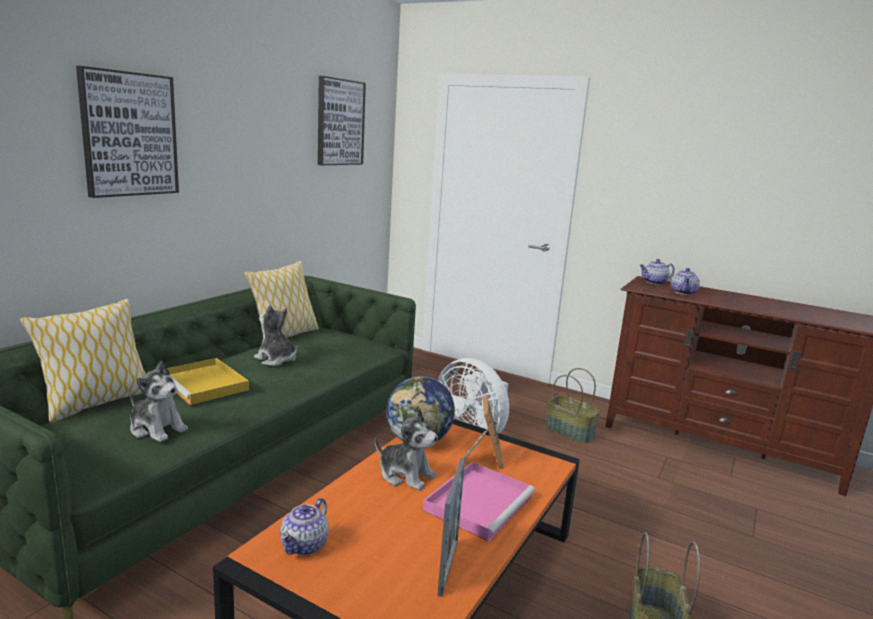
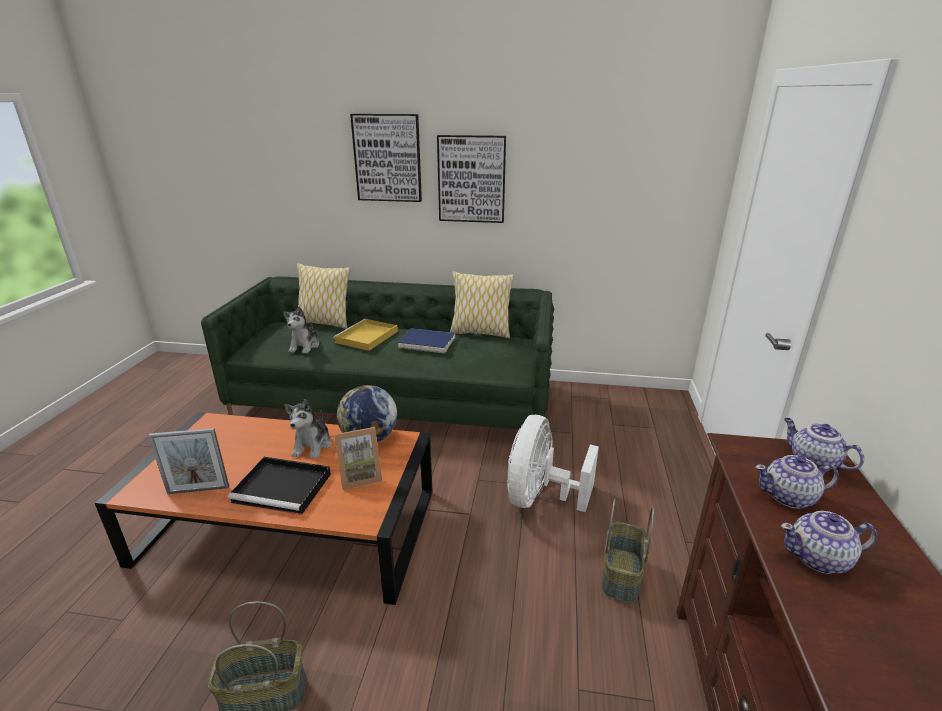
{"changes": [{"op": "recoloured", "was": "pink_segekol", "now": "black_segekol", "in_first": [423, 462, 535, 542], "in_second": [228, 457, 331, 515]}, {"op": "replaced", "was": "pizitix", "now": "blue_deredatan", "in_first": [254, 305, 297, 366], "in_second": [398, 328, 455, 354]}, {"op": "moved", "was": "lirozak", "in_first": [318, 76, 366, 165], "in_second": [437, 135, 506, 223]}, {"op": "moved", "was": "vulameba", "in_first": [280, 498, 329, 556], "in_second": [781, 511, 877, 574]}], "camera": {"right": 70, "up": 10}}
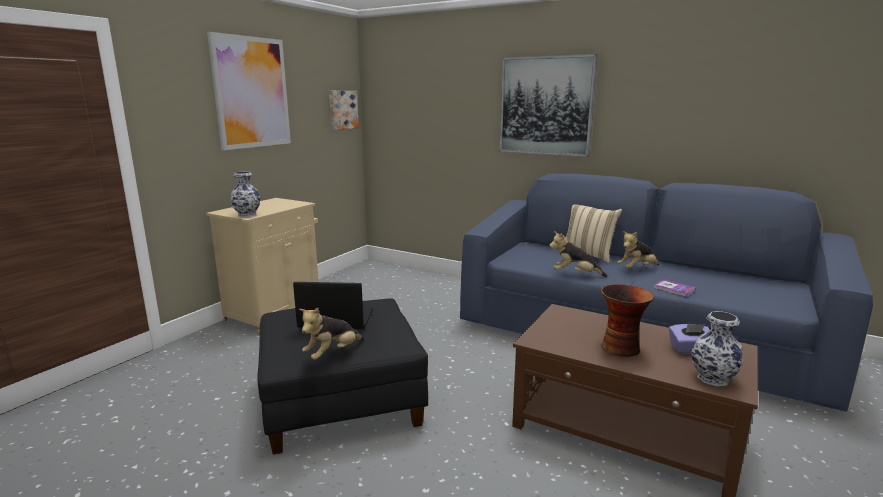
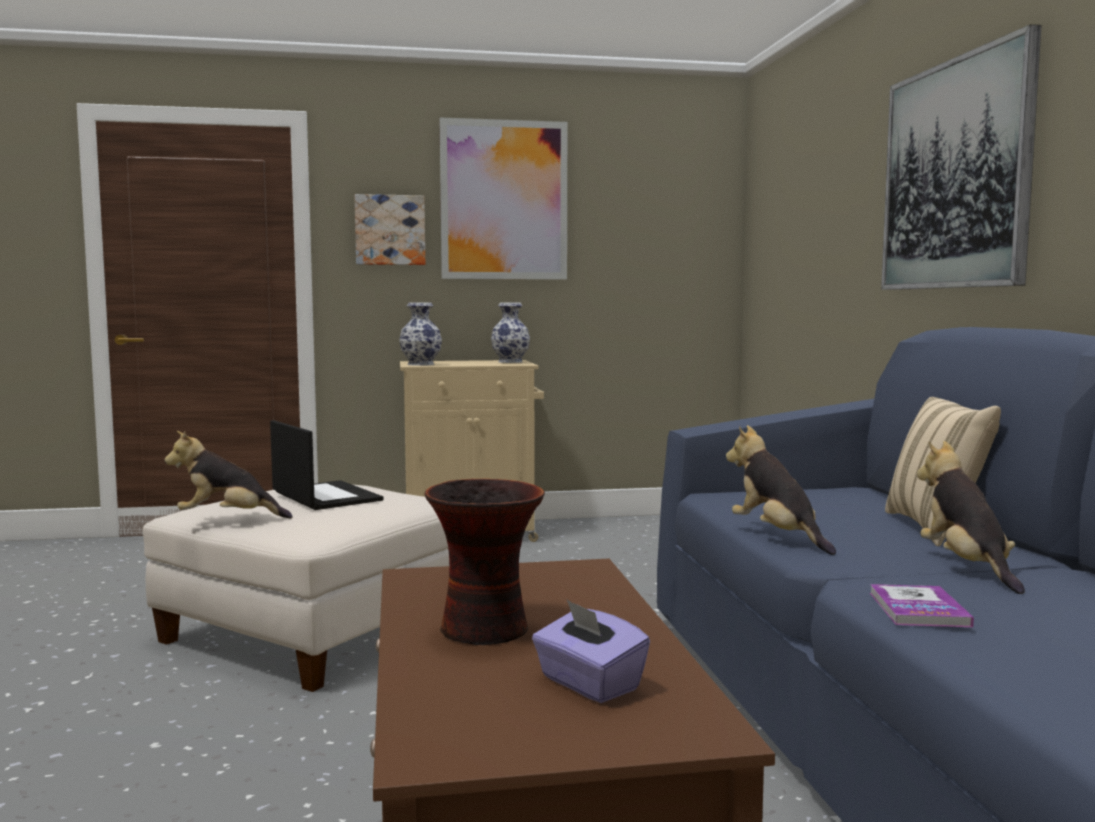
{"changes": [{"op": "recoloured", "was": "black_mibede", "now": "white_mibede", "in_first": [257, 298, 428, 455], "in_second": [143, 485, 449, 692]}, {"op": "moved", "was": "lirozak", "in_first": [329, 91, 359, 130], "in_second": [354, 194, 425, 265]}, {"op": "moved", "was": "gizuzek", "in_first": [691, 311, 743, 386], "in_second": [491, 303, 530, 363]}, {"op": "turned", "was": "pizitix", "in_first": [617, 231, 659, 268], "in_second": [917, 441, 1025, 594], "clockwise": 60}], "camera": {"right": 50, "up": -10}}
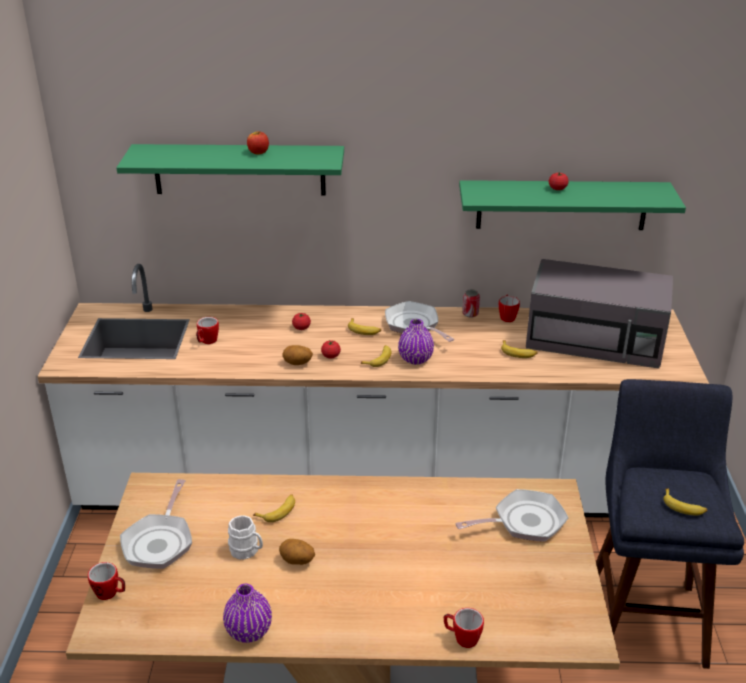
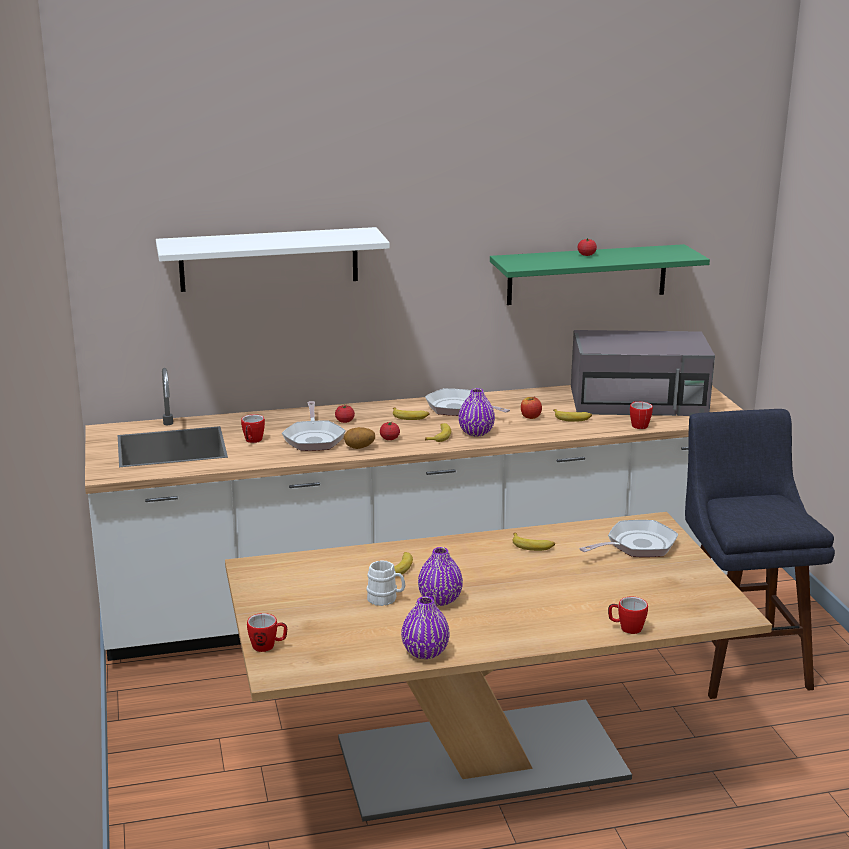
{"changes": [{"op": "recoloured", "was": "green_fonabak", "now": "white_fonabak", "in_first": [116, 144, 344, 196], "in_second": [156, 227, 390, 292]}, {"op": "moved", "was": "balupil", "in_first": [120, 479, 192, 569], "in_second": [282, 401, 346, 451]}, {"op": "replaced", "was": "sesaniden", "now": "purple_gizuzek", "in_first": [279, 539, 315, 565], "in_second": [418, 547, 463, 606]}, {"op": "moved", "was": "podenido", "in_first": [663, 488, 708, 515], "in_second": [512, 533, 555, 551]}, {"op": "moved", "was": "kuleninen", "in_first": [247, 131, 269, 154], "in_second": [521, 397, 542, 419]}, {"op": "moved", "was": "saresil", "in_first": [499, 295, 520, 322], "in_second": [630, 401, 653, 429]}, {"op": "removed", "was": "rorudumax", "in_first": [462, 289, 480, 318]}], "camera": {"right": -15, "up": -10}}
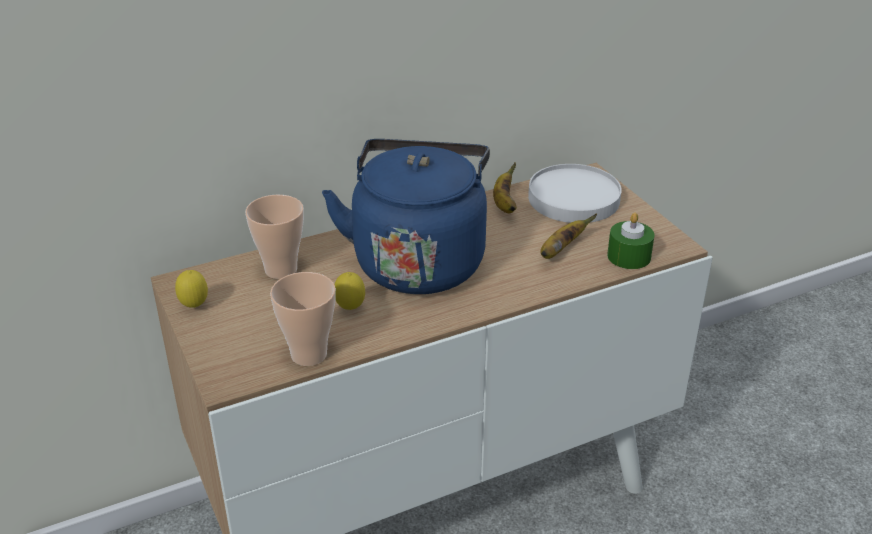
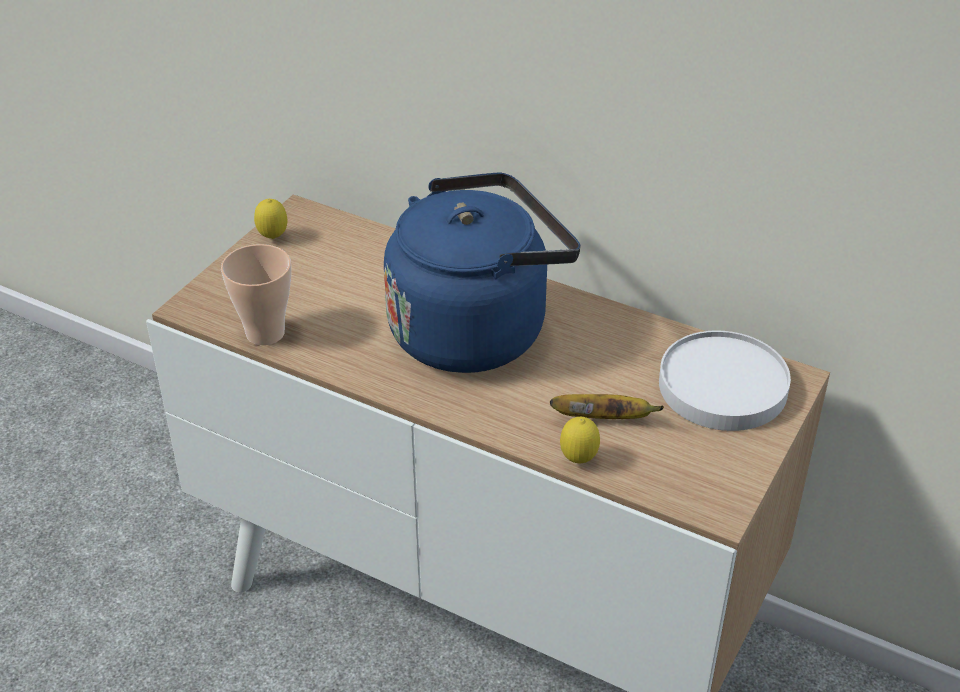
{"changes": [{"op": "moved", "was": "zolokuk", "in_first": [335, 272, 365, 310], "in_second": [560, 417, 600, 463]}, {"op": "removed", "was": "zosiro", "in_first": [245, 195, 304, 279]}, {"op": "removed", "was": "podenido", "in_first": [493, 162, 517, 214]}, {"op": "removed", "was": "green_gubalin", "in_first": [607, 213, 655, 269]}], "camera": {"right": 55, "up": 5}}
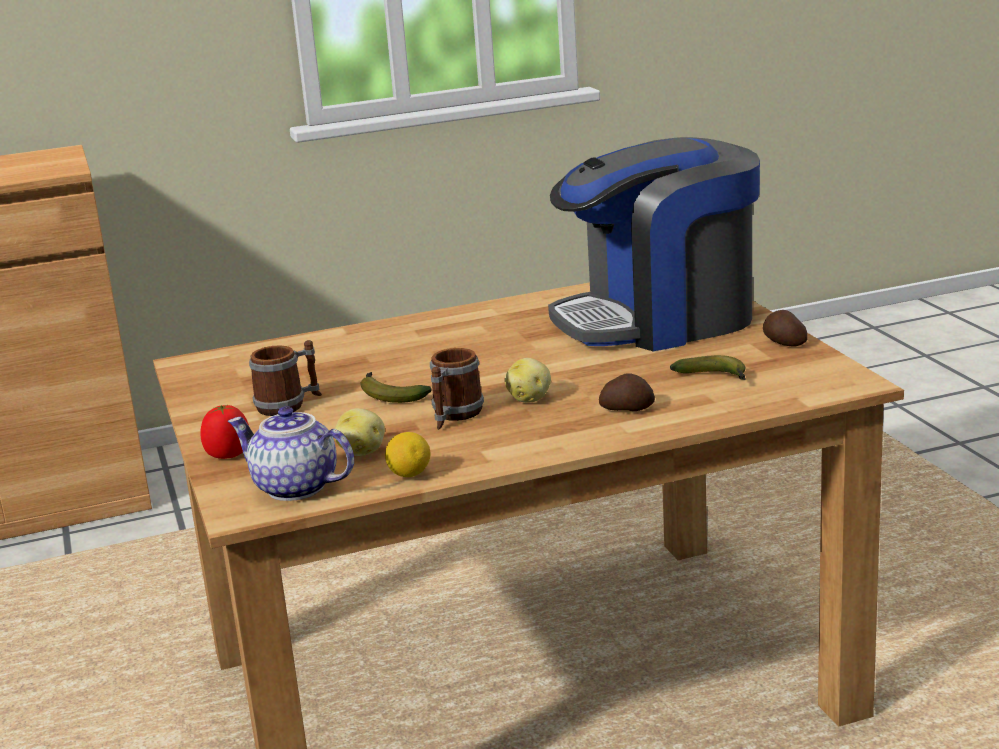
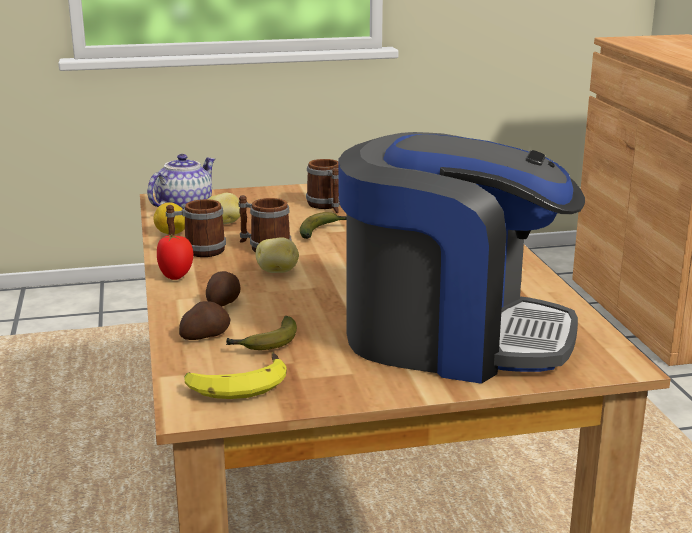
{"changes": [{"op": "moved", "was": "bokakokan", "in_first": [200, 405, 249, 459], "in_second": [157, 234, 194, 280]}, {"op": "added", "now": "saresil", "in_second": [166, 199, 226, 257]}, {"op": "moved", "was": "sesaniden", "in_first": [763, 310, 808, 346], "in_second": [179, 301, 231, 340]}, {"op": "added", "now": "podenido", "in_second": [185, 352, 287, 399]}, {"op": "turned", "was": "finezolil", "in_first": [548, 137, 760, 351], "in_second": [338, 132, 585, 384], "clockwise": 120}], "camera": {"right": 95, "up": 0}}
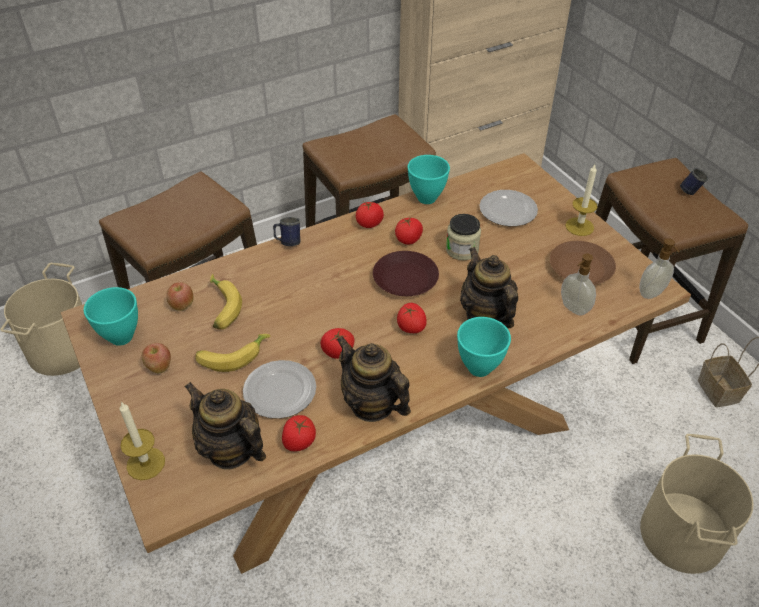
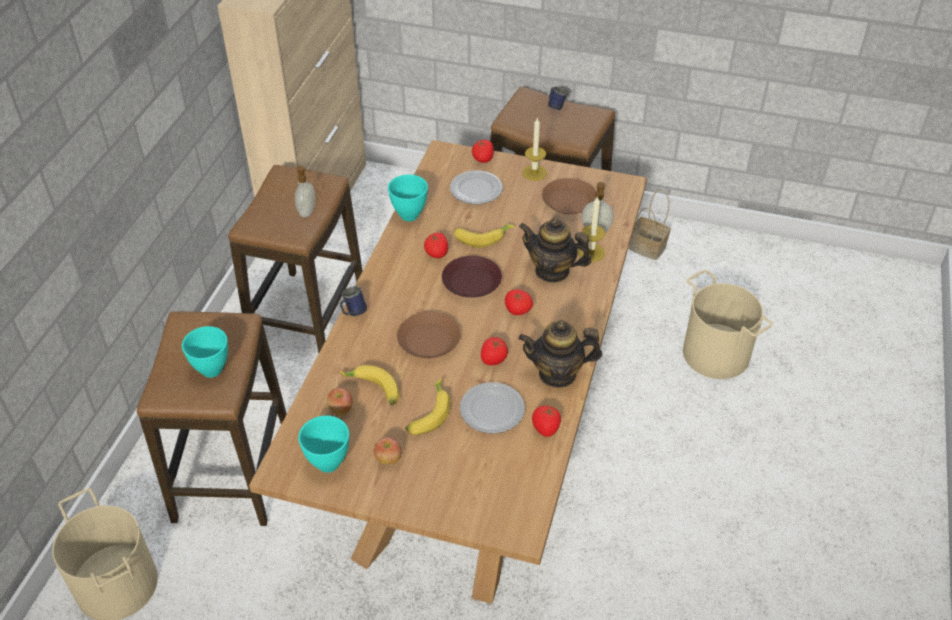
{"changes": [{"op": "moved", "was": "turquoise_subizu", "in_first": [457, 317, 511, 377], "in_second": [182, 326, 228, 378]}, {"op": "moved", "was": "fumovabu", "in_first": [639, 238, 680, 299], "in_second": [295, 166, 315, 217]}, {"op": "added", "now": "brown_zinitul", "in_second": [397, 312, 461, 359]}, {"op": "replaced", "was": "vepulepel", "now": "podenido", "in_first": [446, 214, 481, 260], "in_second": [454, 224, 514, 248]}, {"op": "moved", "was": "bokakokan", "in_first": [356, 202, 384, 228], "in_second": [472, 140, 494, 163]}, {"op": "moved", "was": "gubalin", "in_first": [119, 401, 165, 480], "in_second": [578, 196, 605, 262]}, {"op": "removed", "was": "vulameba", "in_first": [185, 382, 266, 470]}], "camera": {"right": -45, "up": 0}}
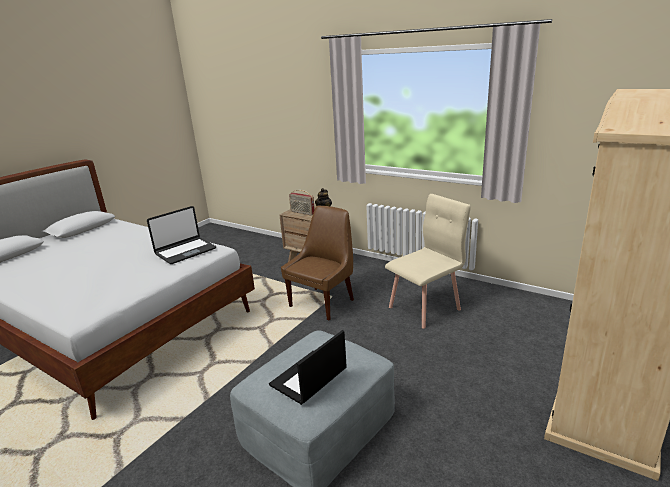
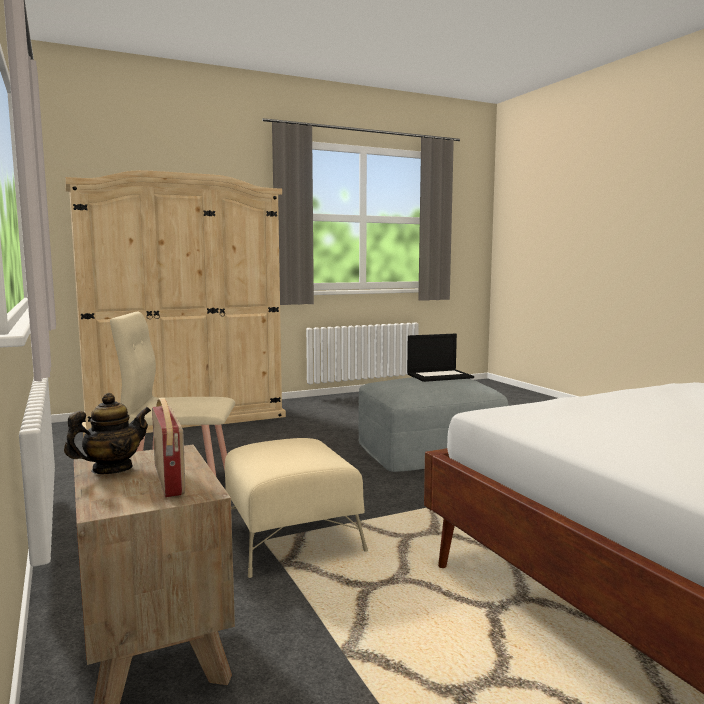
{"changes": [{"op": "replaced", "was": "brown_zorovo", "now": "beige_mibede", "in_first": [281, 206, 354, 320], "in_second": [225, 438, 368, 578]}, {"op": "removed", "was": "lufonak", "in_first": [147, 206, 216, 264]}], "camera": {"right": -150, "up": -15}}
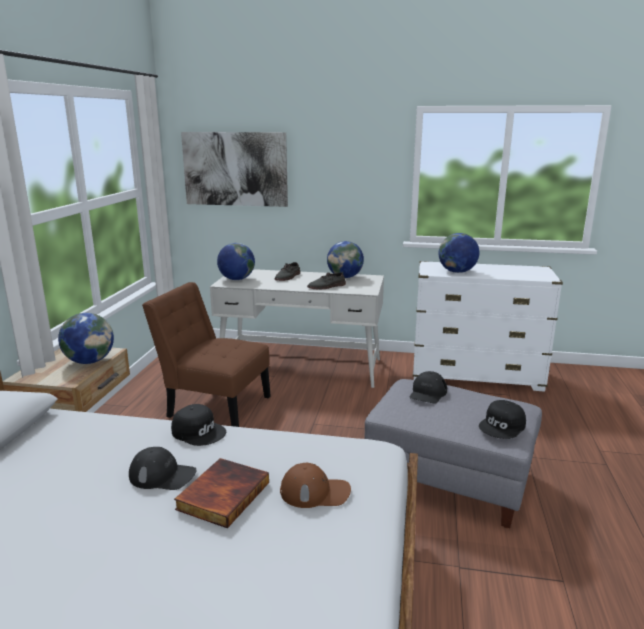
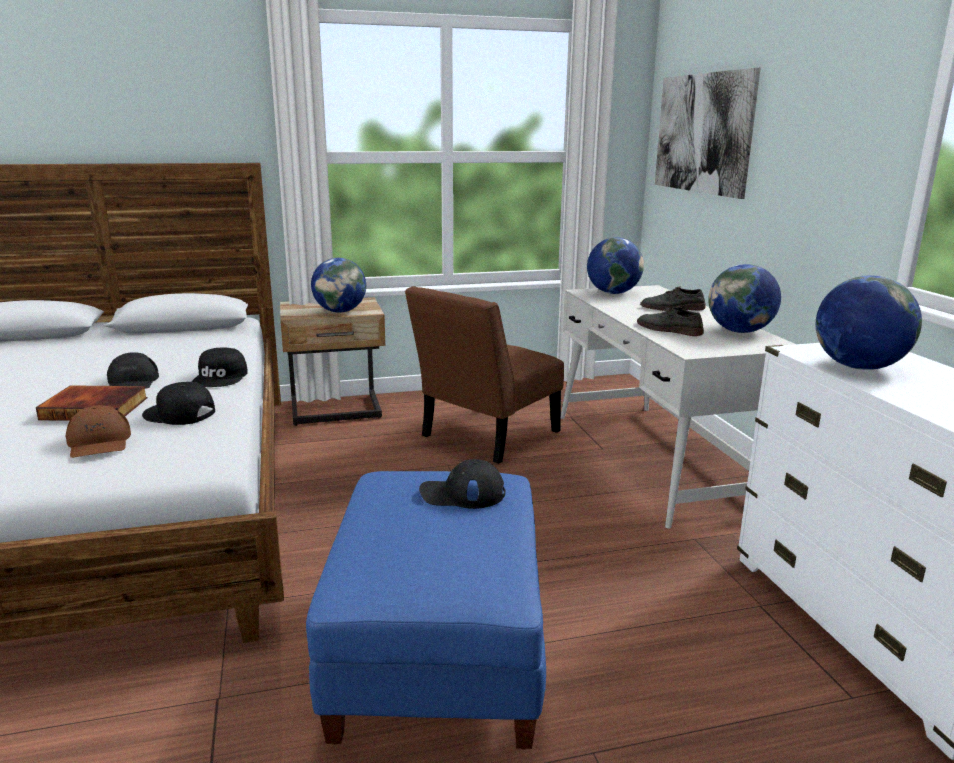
{"changes": [{"op": "moved", "was": "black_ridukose", "in_first": [479, 400, 526, 439], "in_second": [142, 382, 215, 425]}, {"op": "recoloured", "was": "grey_mibede", "now": "blue_mibede", "in_first": [364, 379, 542, 528], "in_second": [306, 471, 546, 750]}, {"op": "turned", "was": "brown_zorovo", "in_first": [142, 282, 271, 427], "in_second": [405, 286, 564, 464], "clockwise": -135}], "camera": {"right": 65, "up": 0}}
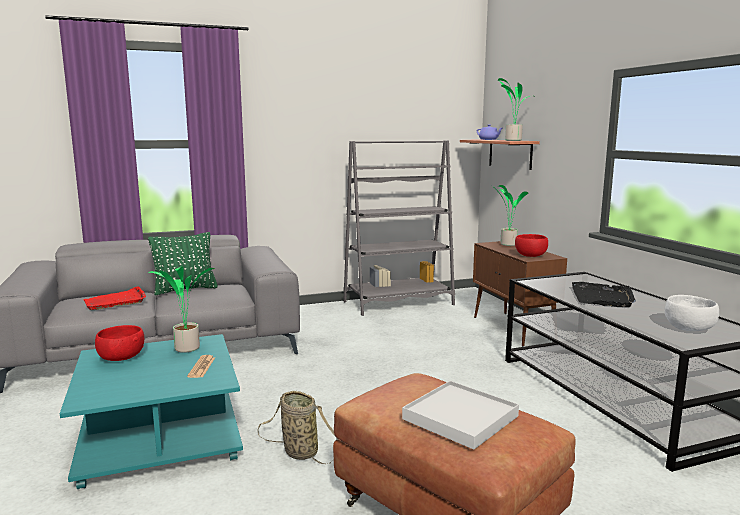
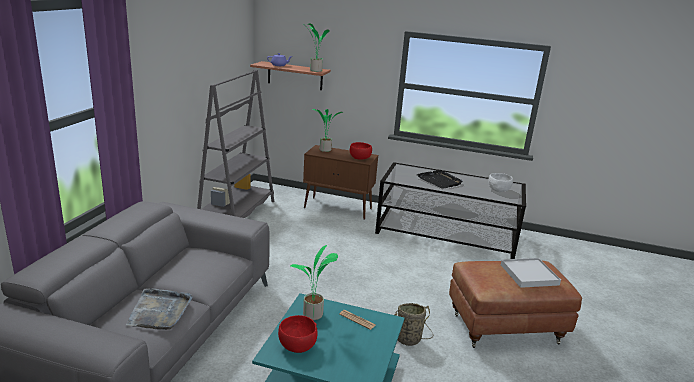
{"changes": [{"op": "recoloured", "was": "red_segekol", "now": "grey_segekol", "in_first": [83, 286, 146, 310], "in_second": [126, 288, 193, 330]}, {"op": "removed", "was": "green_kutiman", "in_first": [148, 232, 218, 295]}], "camera": {"right": -55, "up": 10}}
